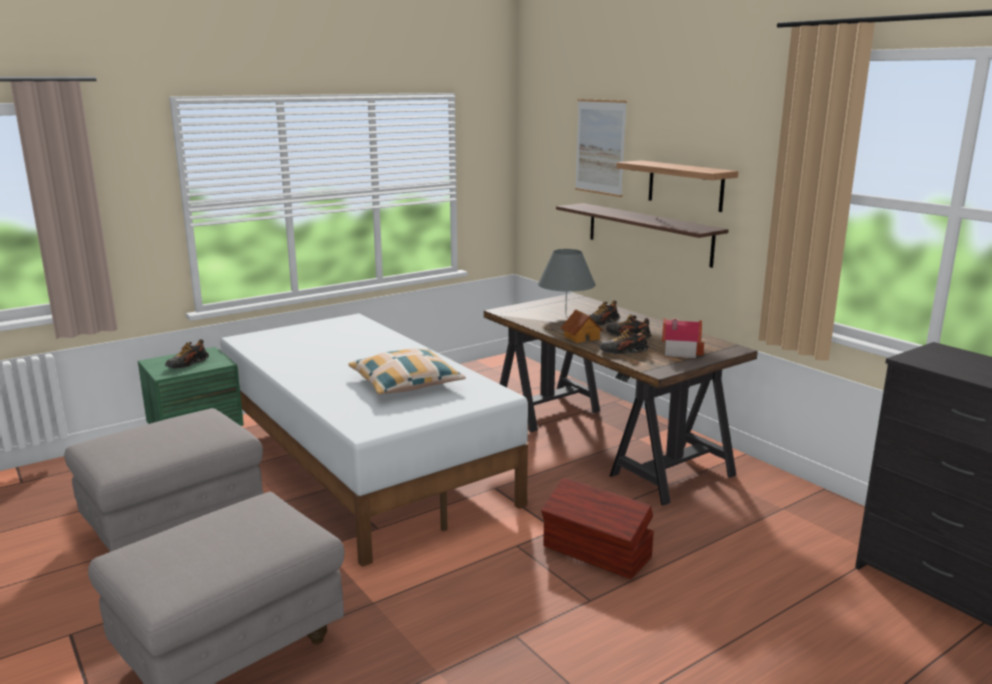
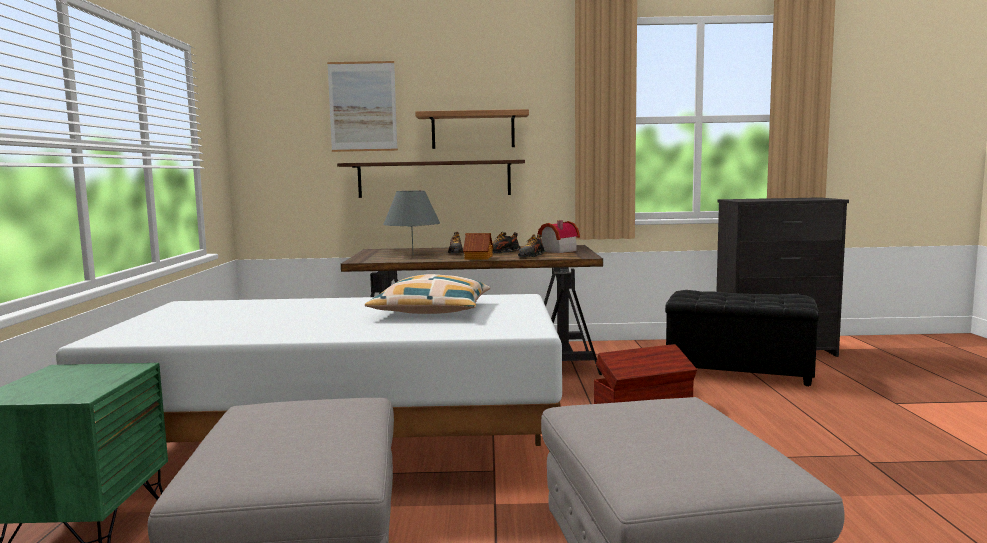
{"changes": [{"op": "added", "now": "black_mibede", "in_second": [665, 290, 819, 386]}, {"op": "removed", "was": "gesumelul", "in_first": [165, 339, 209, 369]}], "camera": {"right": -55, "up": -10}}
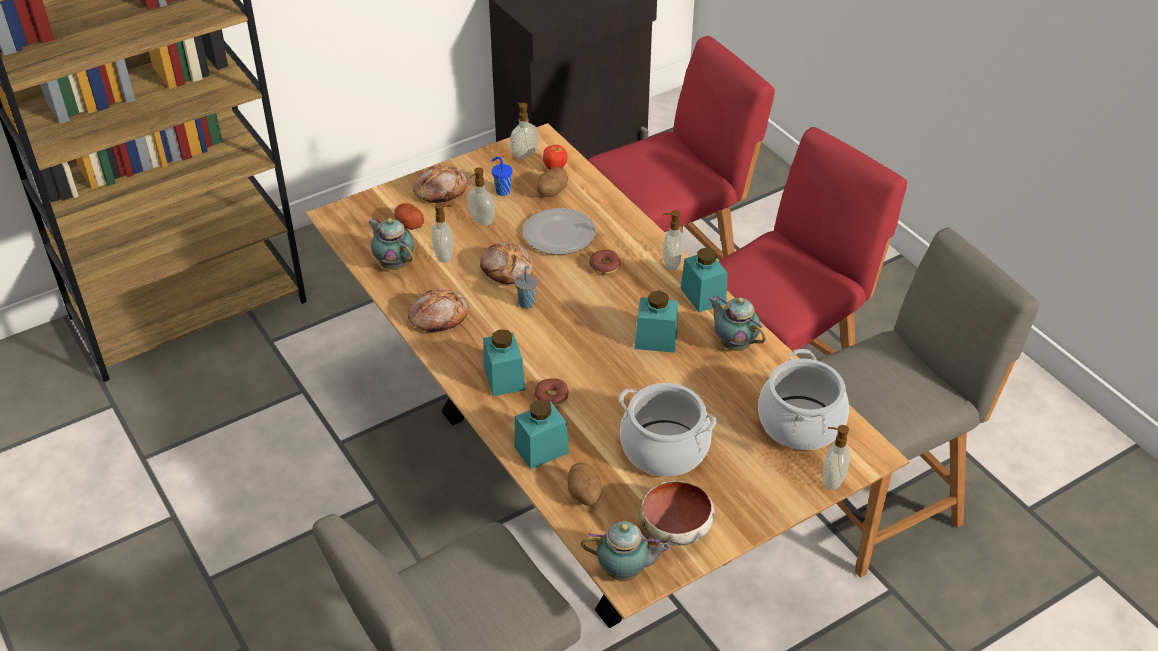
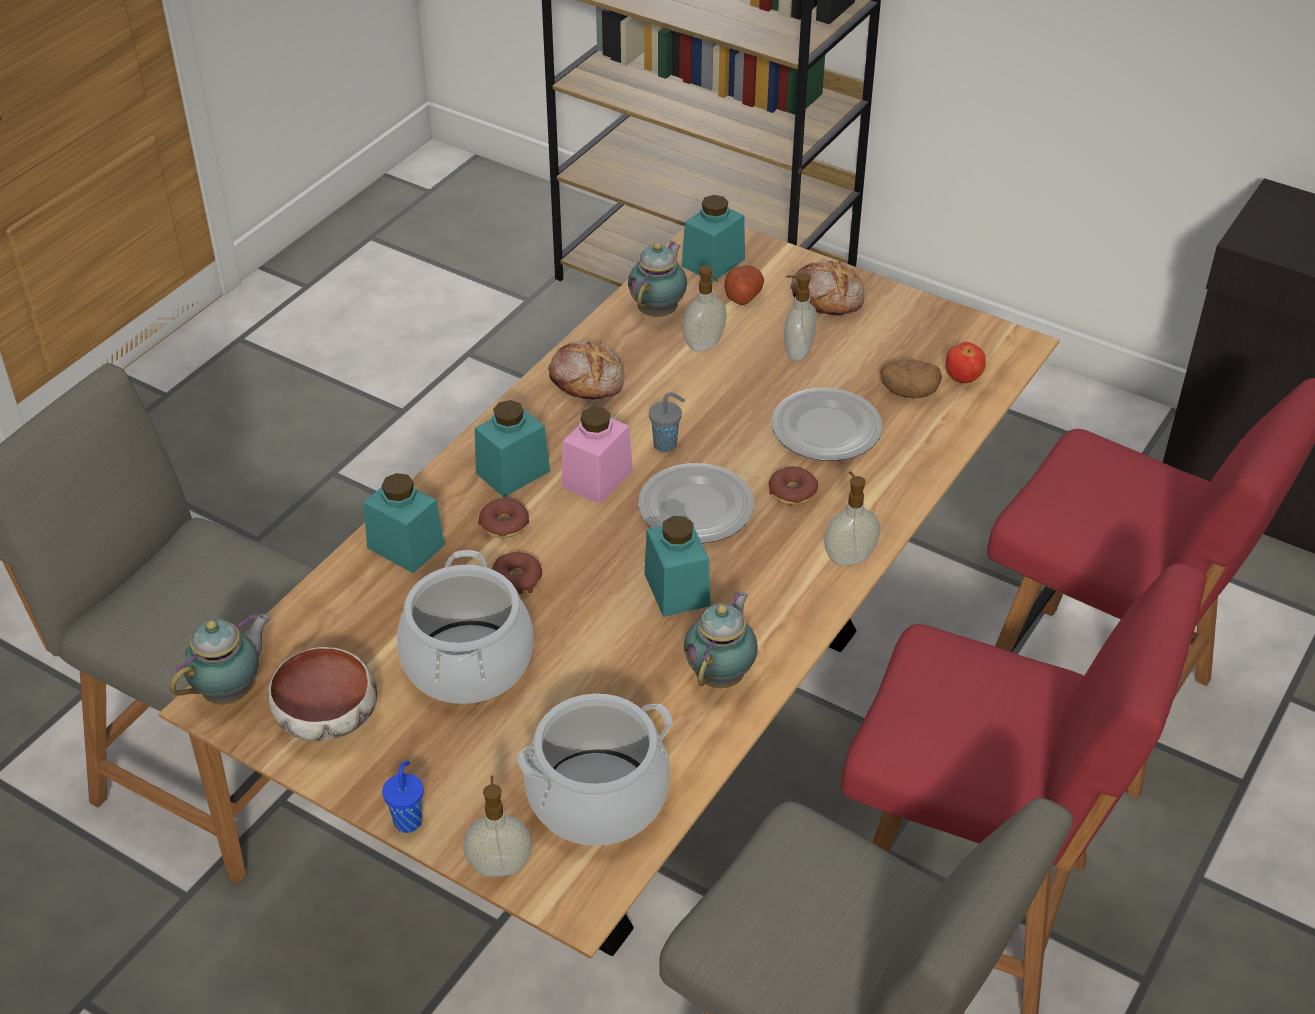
{"changes": [{"op": "turned", "was": "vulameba", "in_first": [581, 521, 671, 581], "in_second": [170, 613, 270, 705], "clockwise": -120}, {"op": "moved", "was": "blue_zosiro", "in_first": [492, 156, 512, 196], "in_second": [382, 761, 424, 833]}, {"op": "added", "now": "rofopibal", "in_second": [492, 552, 542, 594]}, {"op": "added", "now": "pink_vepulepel", "in_second": [562, 406, 633, 504]}, {"op": "added", "now": "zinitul", "in_second": [638, 463, 754, 544]}, {"op": "moved", "was": "turquoise_vepulepel", "in_first": [681, 248, 727, 312], "in_second": [682, 195, 745, 282]}, {"op": "removed", "was": "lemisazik", "in_first": [480, 243, 533, 284]}, {"op": "removed", "was": "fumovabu", "in_first": [510, 102, 539, 159]}, {"op": "removed", "was": "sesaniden", "in_first": [568, 463, 601, 506]}], "camera": {"right": 65, "up": 0}}
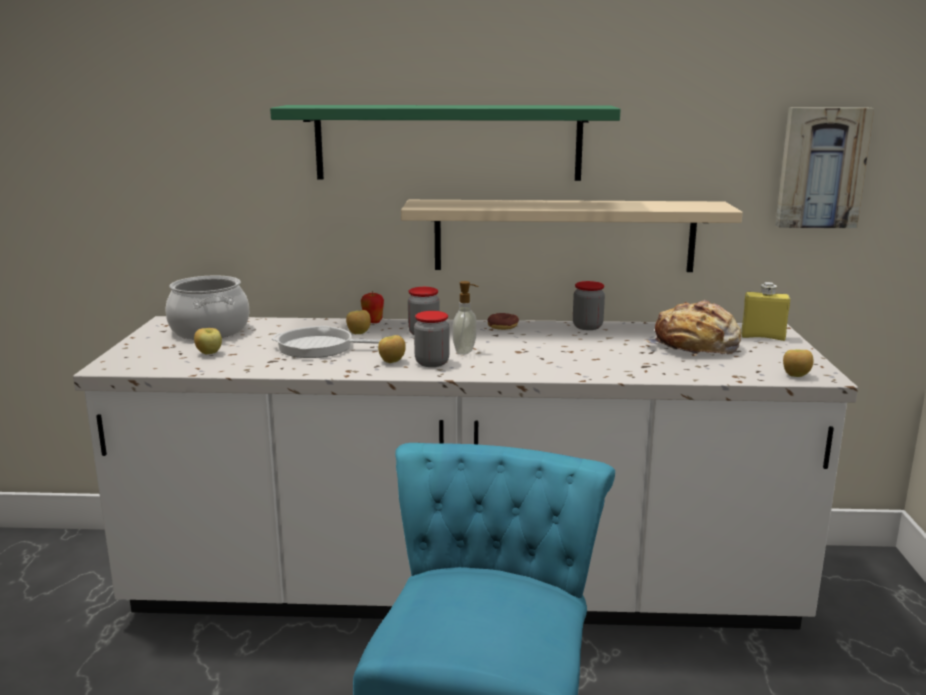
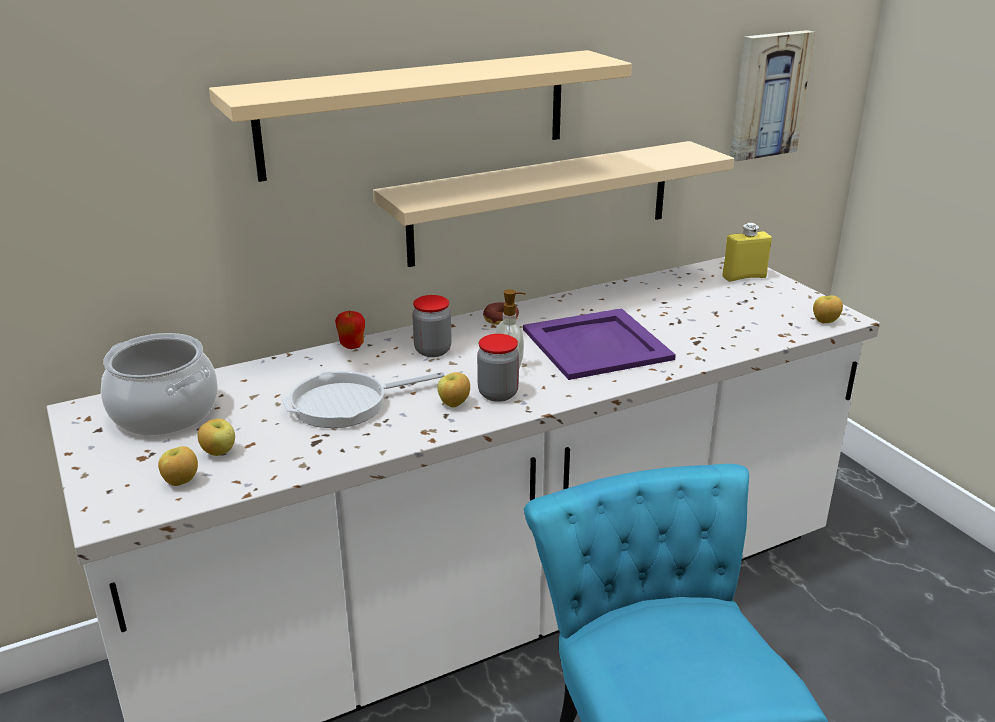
{"changes": [{"op": "moved", "was": "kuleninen", "in_first": [346, 310, 371, 334], "in_second": [158, 446, 198, 486]}, {"op": "recoloured", "was": "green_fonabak", "now": "beige_fonabak", "in_first": [270, 105, 621, 181], "in_second": [209, 50, 632, 182]}, {"op": "added", "now": "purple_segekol", "in_second": [523, 308, 676, 380]}, {"op": "removed", "was": "vepulepel", "in_first": [573, 281, 605, 330]}, {"op": "removed", "was": "lemisazik", "in_first": [643, 300, 741, 355]}], "camera": {"right": -30, "up": 10}}
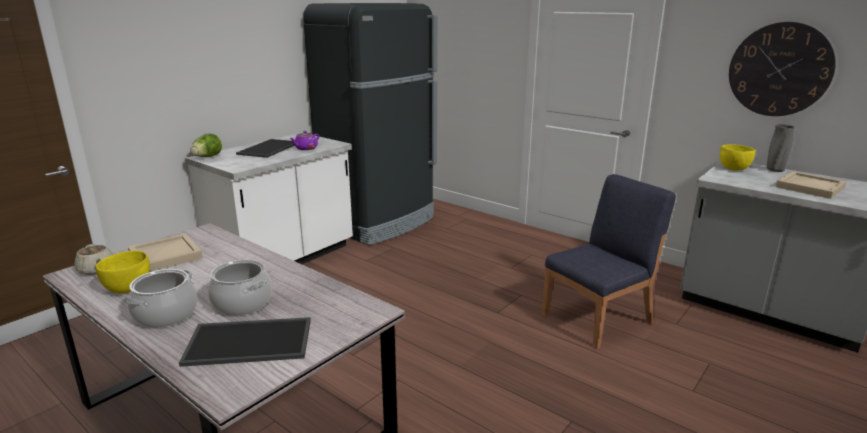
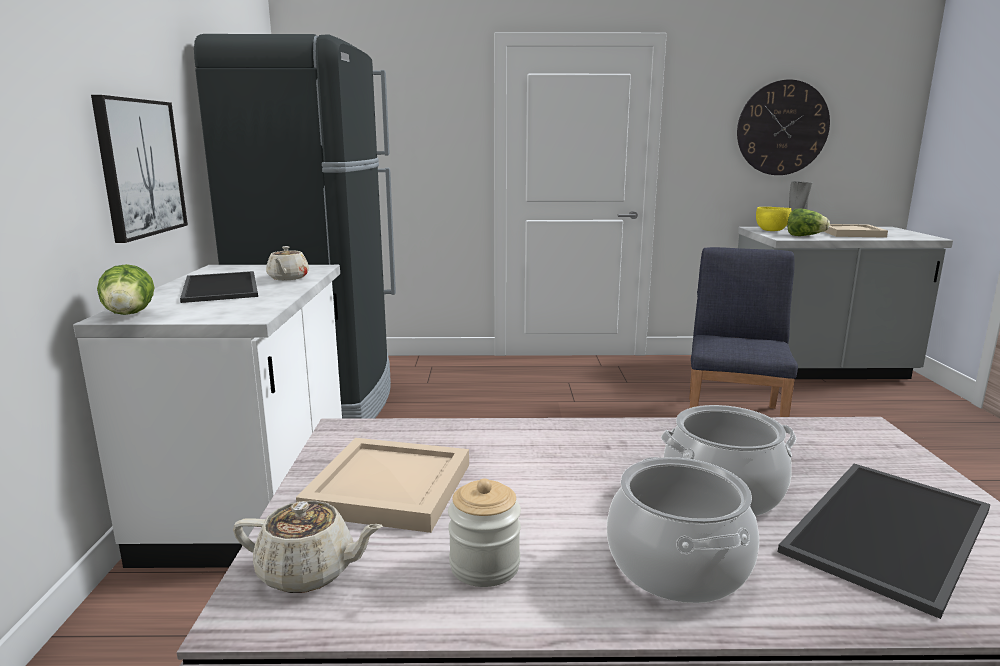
{"changes": [{"op": "added", "now": "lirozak", "in_second": [91, 95, 188, 243]}, {"op": "recoloured", "was": "purple_vulameba", "now": "beige_vulameba", "in_first": [289, 131, 319, 150], "in_second": [266, 246, 309, 280]}, {"op": "replaced", "was": "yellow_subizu", "now": "vepulepel", "in_first": [96, 251, 150, 293], "in_second": [448, 479, 521, 587]}, {"op": "added", "now": "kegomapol", "in_second": [787, 209, 830, 236]}], "camera": {"right": -40, "up": -5}}
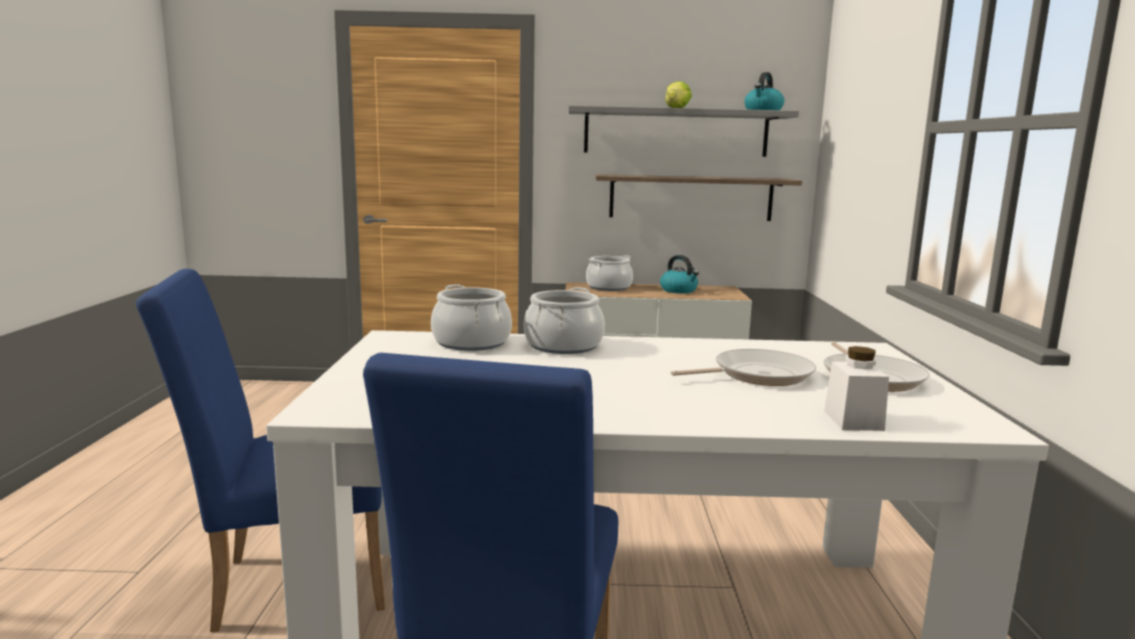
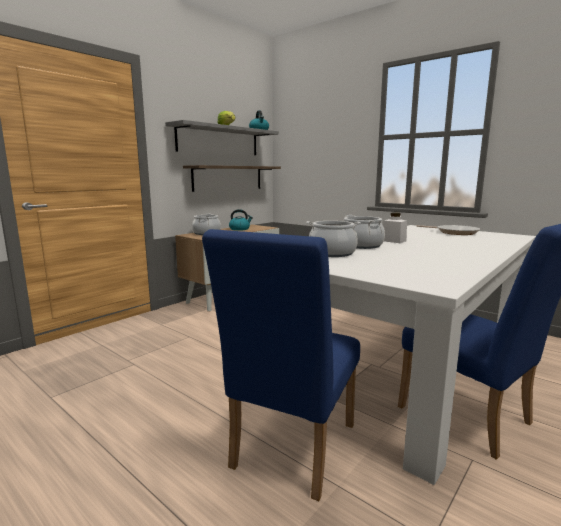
{"changes": [{"op": "moved", "was": "white_vepulepel", "in_first": [824, 346, 889, 431], "in_second": [383, 213, 407, 243]}, {"op": "removed", "was": "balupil", "in_first": [671, 349, 816, 386]}], "camera": {"right": -50, "up": 0}}
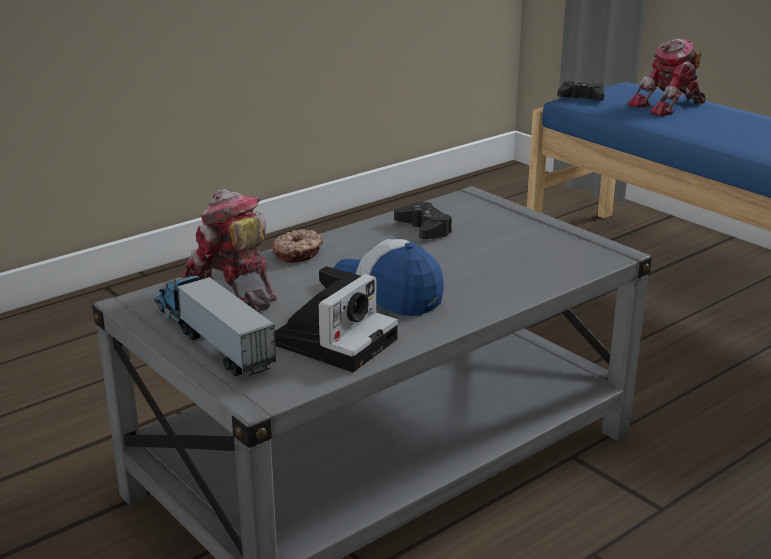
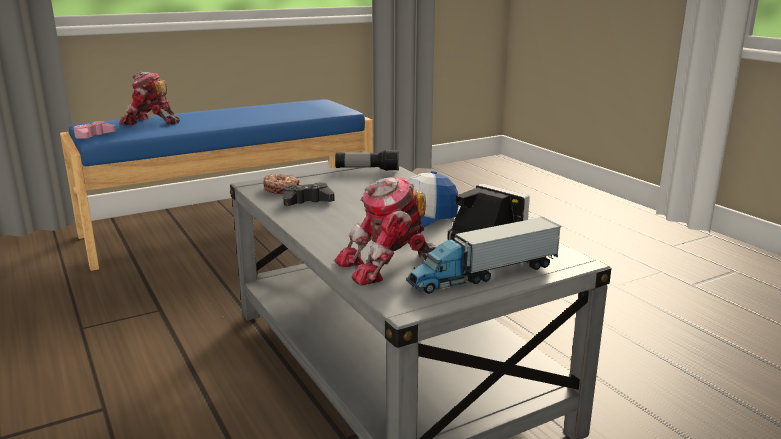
{"changes": [{"op": "recoloured", "was": "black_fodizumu", "now": "pink_fodizumu", "in_first": [557, 80, 605, 101], "in_second": [74, 121, 116, 139]}, {"op": "turned", "was": "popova", "in_first": [627, 39, 706, 116], "in_second": [119, 71, 180, 125], "clockwise": 120}, {"op": "moved", "was": "rofopibal", "in_first": [272, 229, 323, 263], "in_second": [263, 174, 299, 194]}, {"op": "added", "now": "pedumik", "in_second": [335, 150, 399, 171]}], "camera": {"right": -80, "up": -5}}
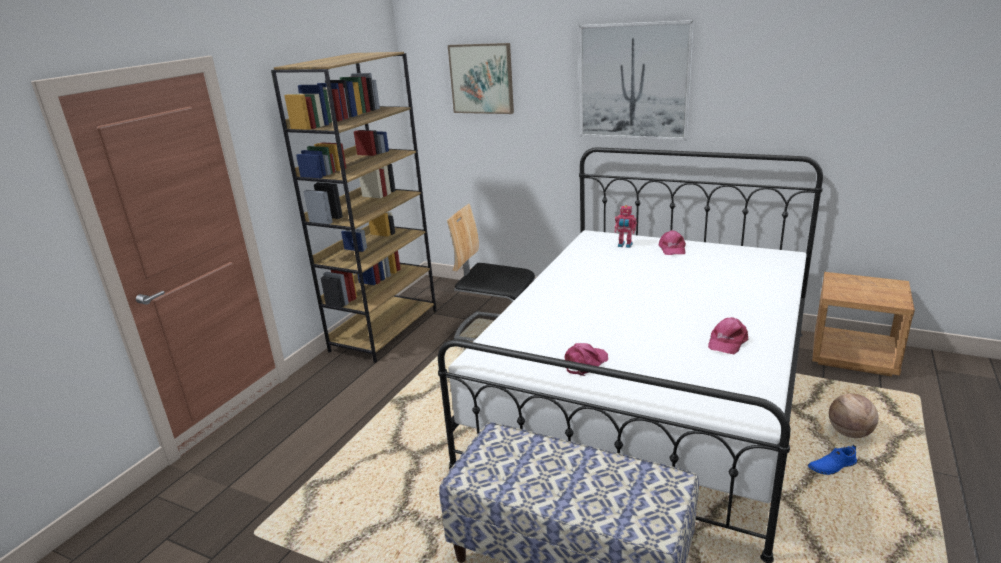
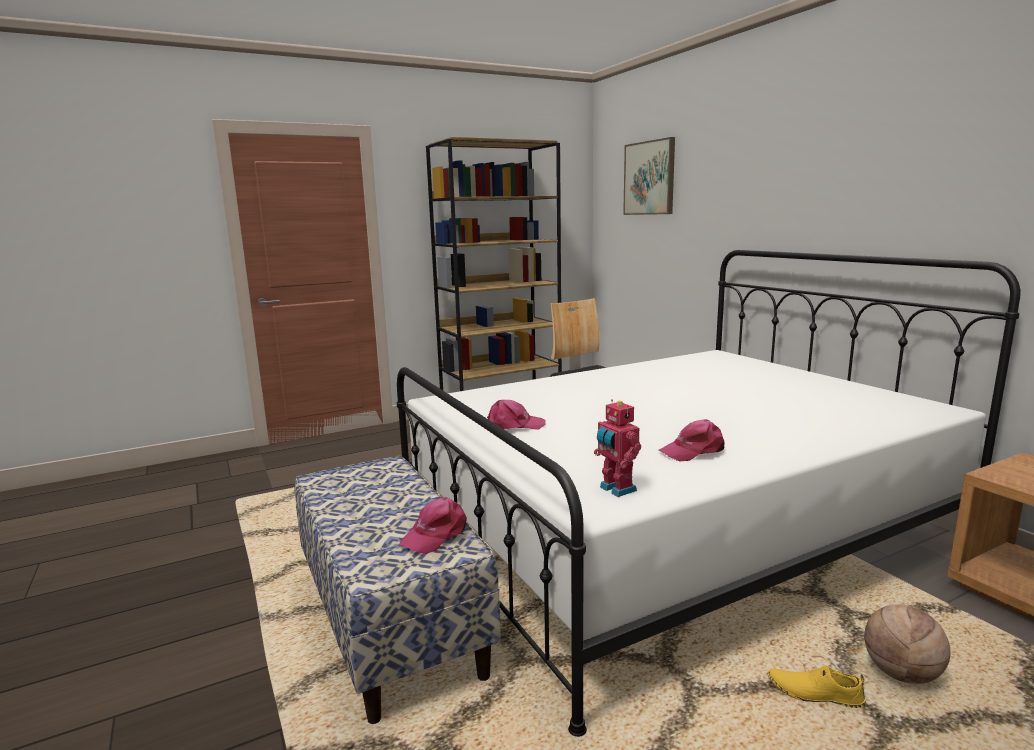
{"changes": [{"op": "moved", "was": "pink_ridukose", "in_first": [659, 230, 686, 255], "in_second": [399, 497, 467, 554]}, {"op": "moved", "was": "popova", "in_first": [615, 205, 637, 248], "in_second": [594, 400, 641, 497]}, {"op": "recoloured", "was": "blue_gesumelul", "now": "yellow_gesumelul", "in_first": [808, 445, 857, 475], "in_second": [768, 665, 865, 708]}, {"op": "removed", "was": "lirozak", "in_first": [579, 20, 694, 141]}], "camera": {"right": 35, "up": -10}}
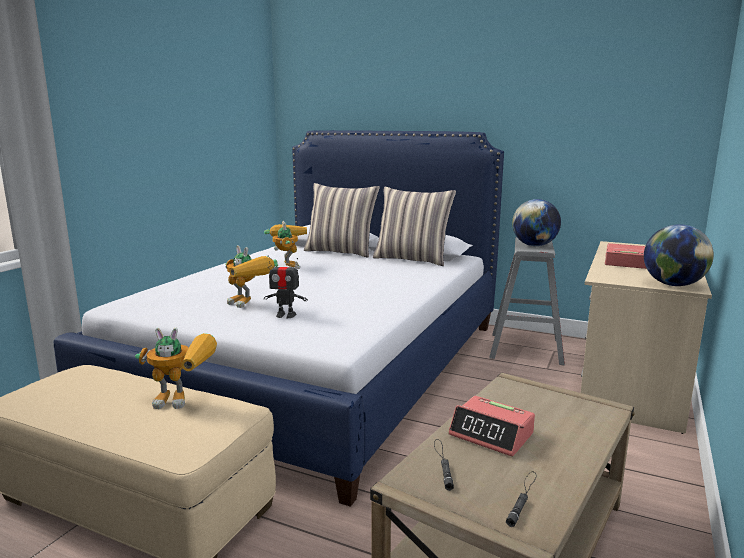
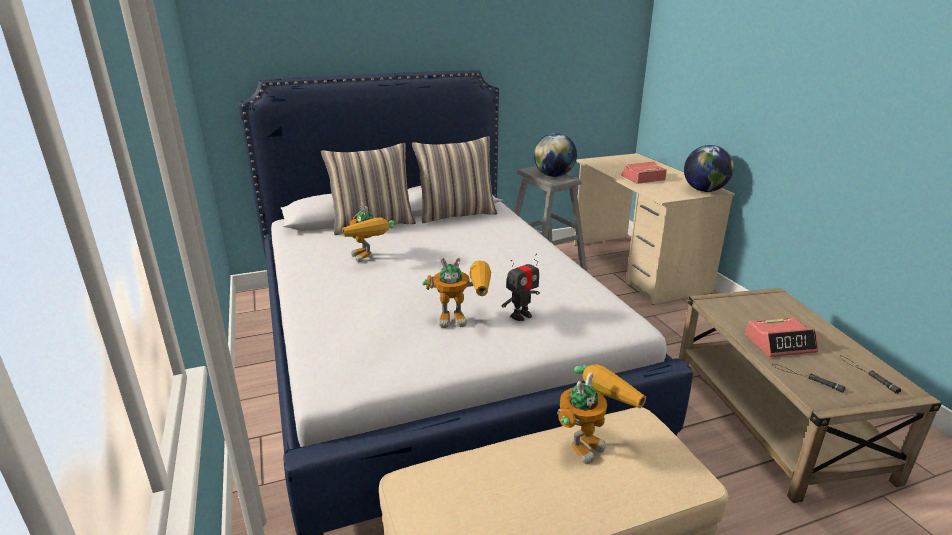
{"changes": [{"op": "turned", "was": "popova", "in_first": [264, 221, 307, 269], "in_second": [342, 202, 395, 262], "clockwise": -150}], "camera": {"right": -45, "up": 10}}
